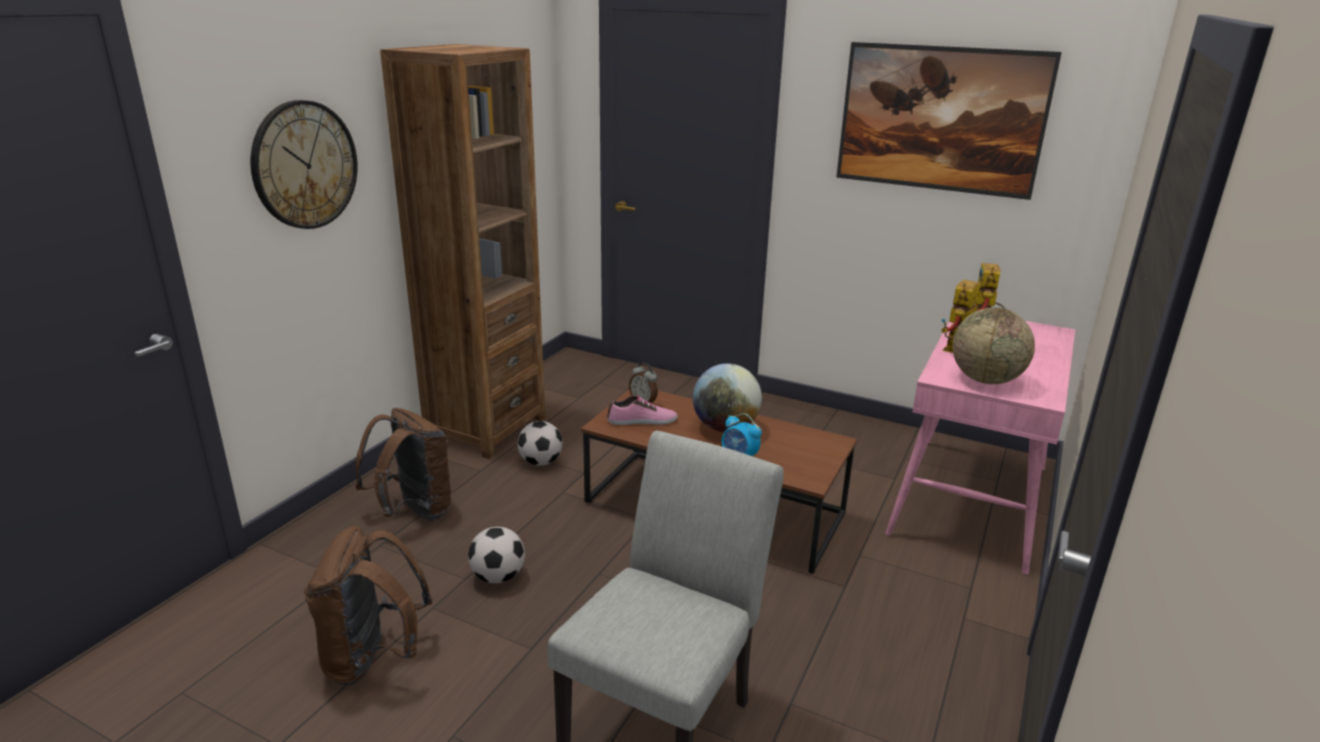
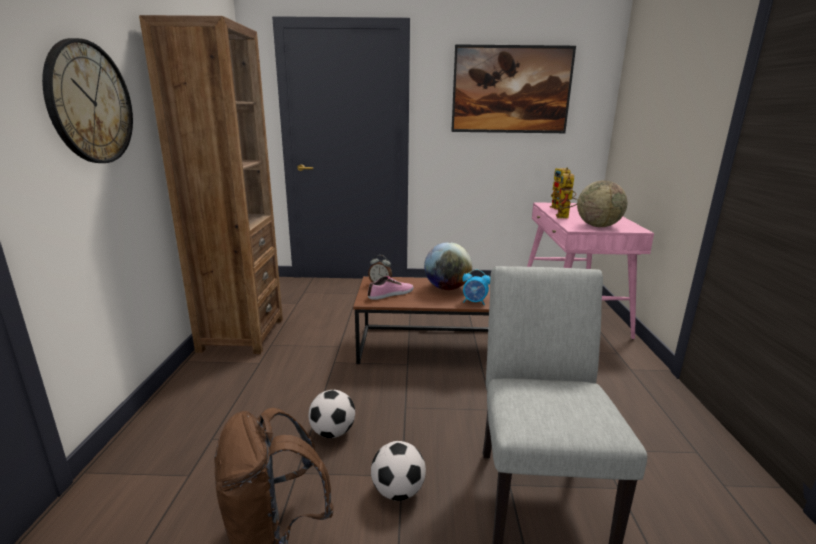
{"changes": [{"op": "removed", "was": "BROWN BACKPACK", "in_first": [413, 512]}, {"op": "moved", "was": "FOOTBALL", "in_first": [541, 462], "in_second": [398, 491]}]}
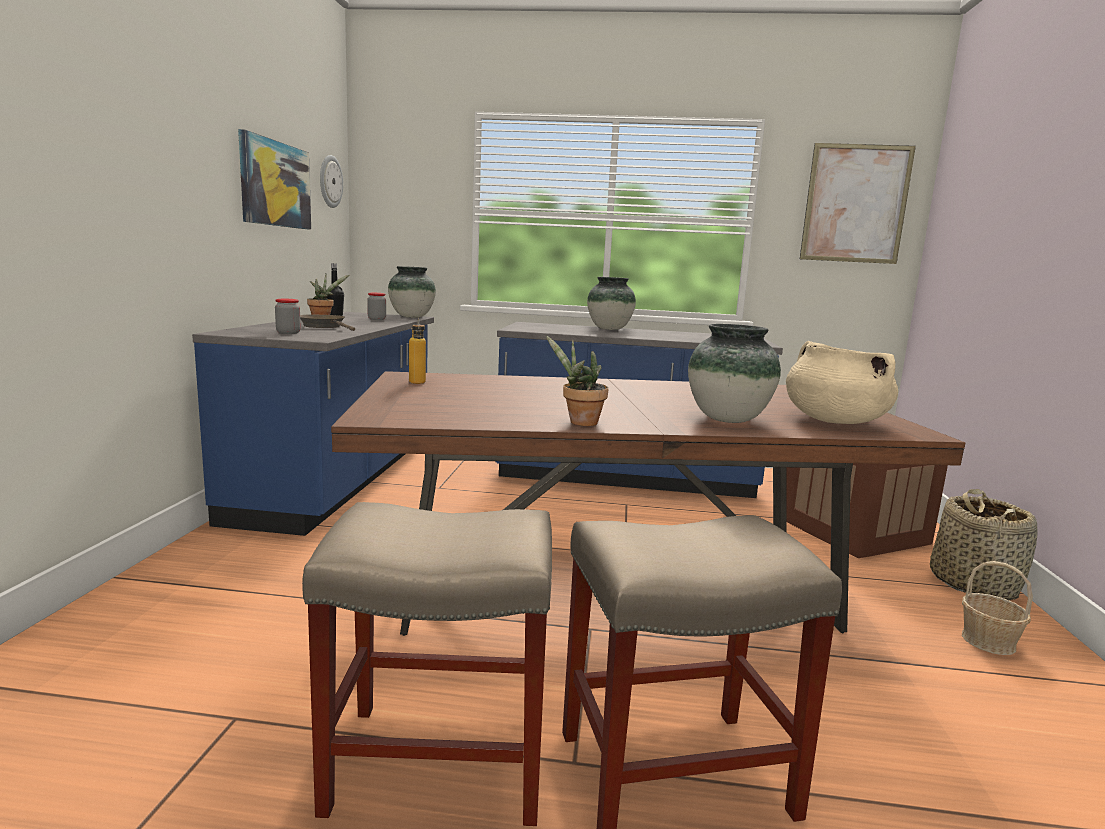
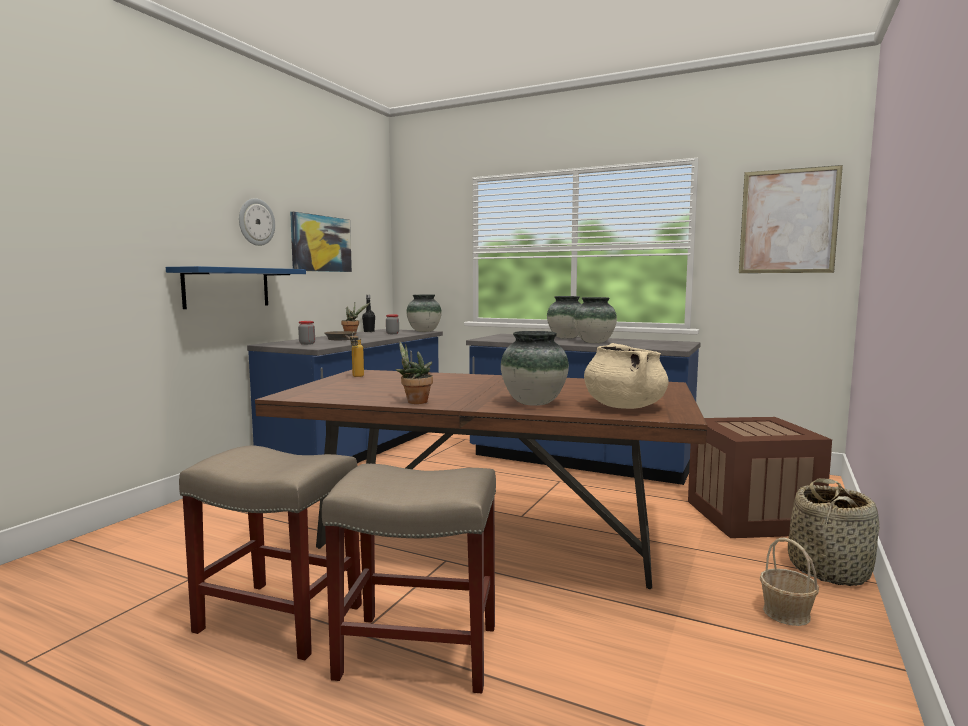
{"changes": [{"op": "added", "now": "BLUE SHELF", "in_second": [227, 287]}, {"op": "added", "now": "VASE", "in_second": [594, 342]}, {"op": "moved", "was": "WALL CLOCK", "in_first": [330, 181], "in_second": [256, 222]}]}
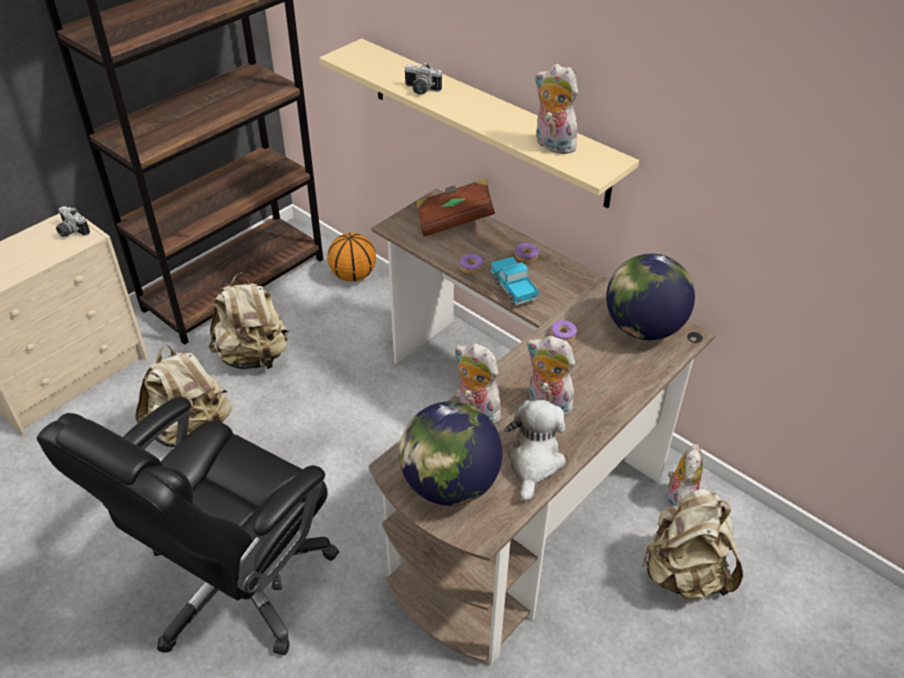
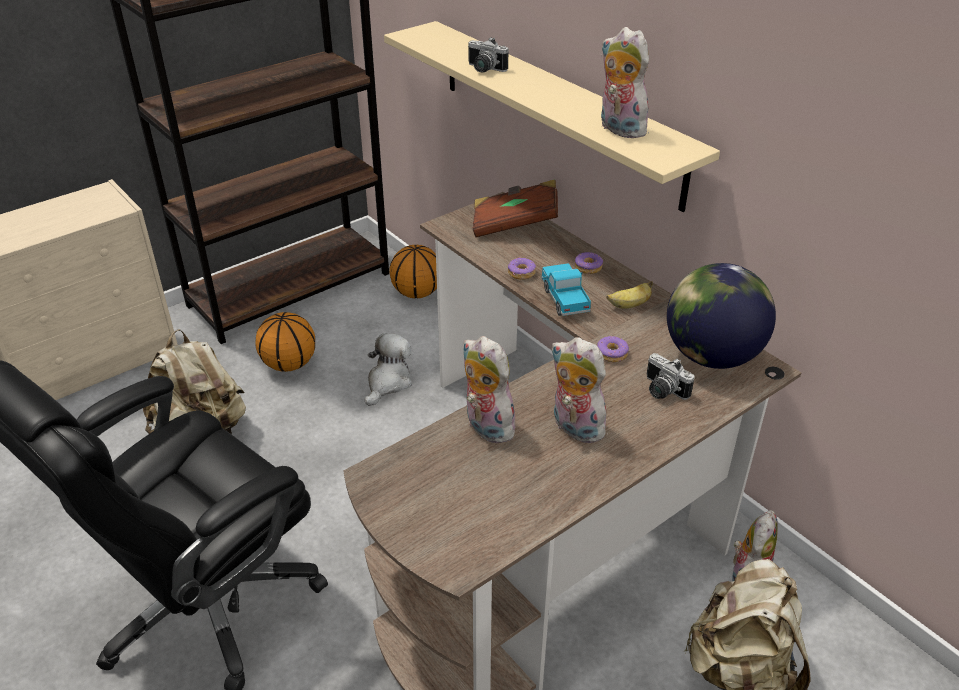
{"changes": [{"op": "removed", "was": "GLOBE", "in_first": [449, 484]}, {"op": "added", "now": "BANANA", "in_second": [629, 305]}, {"op": "moved", "was": "PHOTO CAMERA", "in_first": [71, 231], "in_second": [661, 391]}, {"op": "moved", "was": "PLUSH TOY", "in_first": [533, 462], "in_second": [388, 382]}, {"op": "replaced", "was": "BEIGE BACKPACK", "now": "BASKETBALL", "in_first": [254, 356], "in_second": [290, 364]}]}
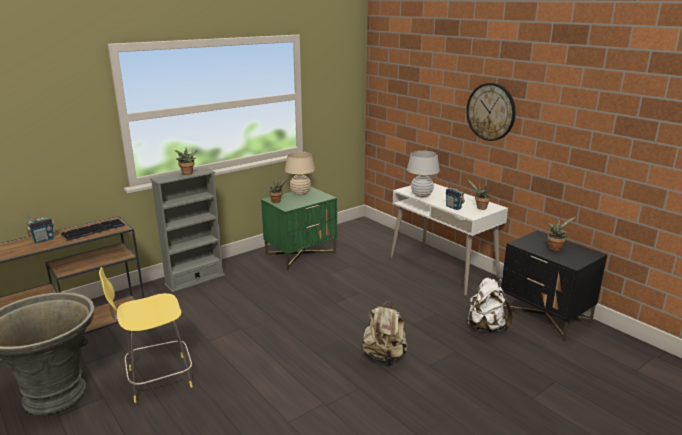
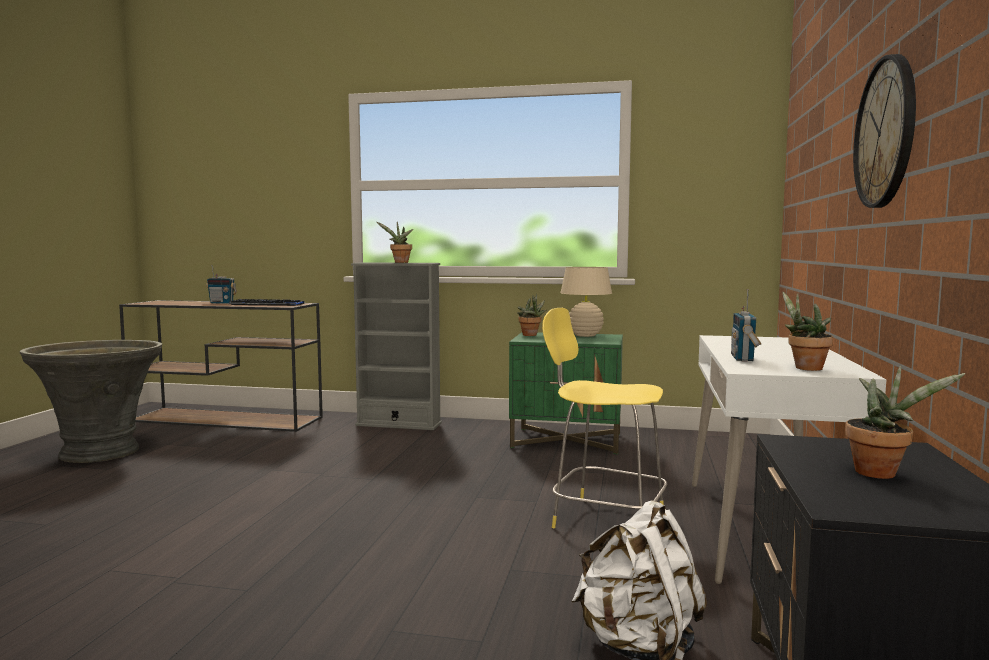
{"changes": [{"op": "removed", "was": "BEIGE BACKPACK", "in_first": [384, 357]}, {"op": "removed", "was": "WHITE TABLE LAMP", "in_first": [421, 195]}, {"op": "moved", "was": "YELLOW STOOL", "in_first": [157, 379], "in_second": [604, 518]}]}
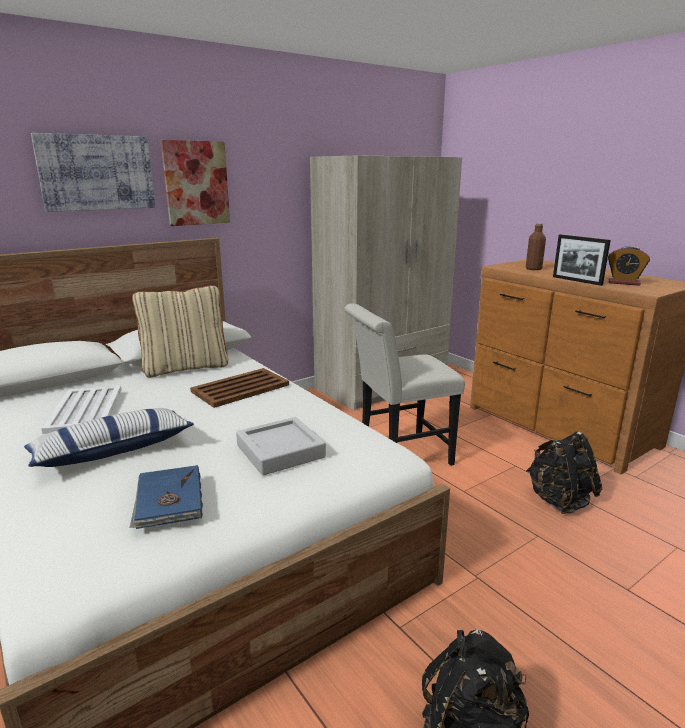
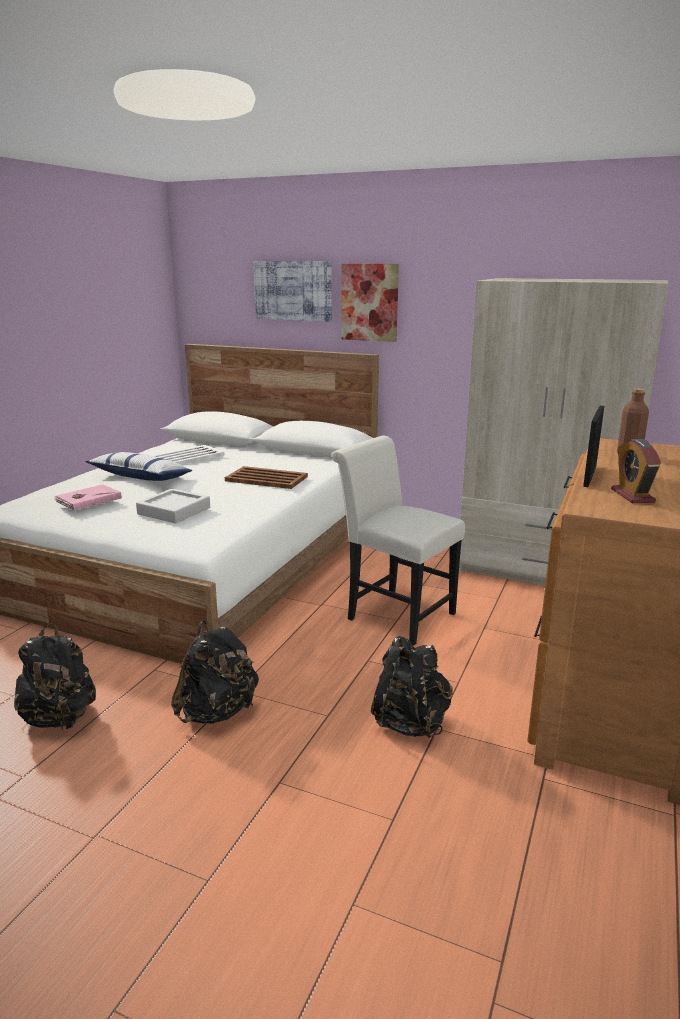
{"changes": [{"op": "removed", "was": "BEIGE PILLOW", "in_first": [186, 367]}, {"op": "added", "now": "BLACK BACKPACK", "in_second": [217, 712]}, {"op": "recoloured", "was": "BLUE BOOK", "now": "PINK BOOK", "in_first": [168, 500], "in_second": [88, 500]}]}
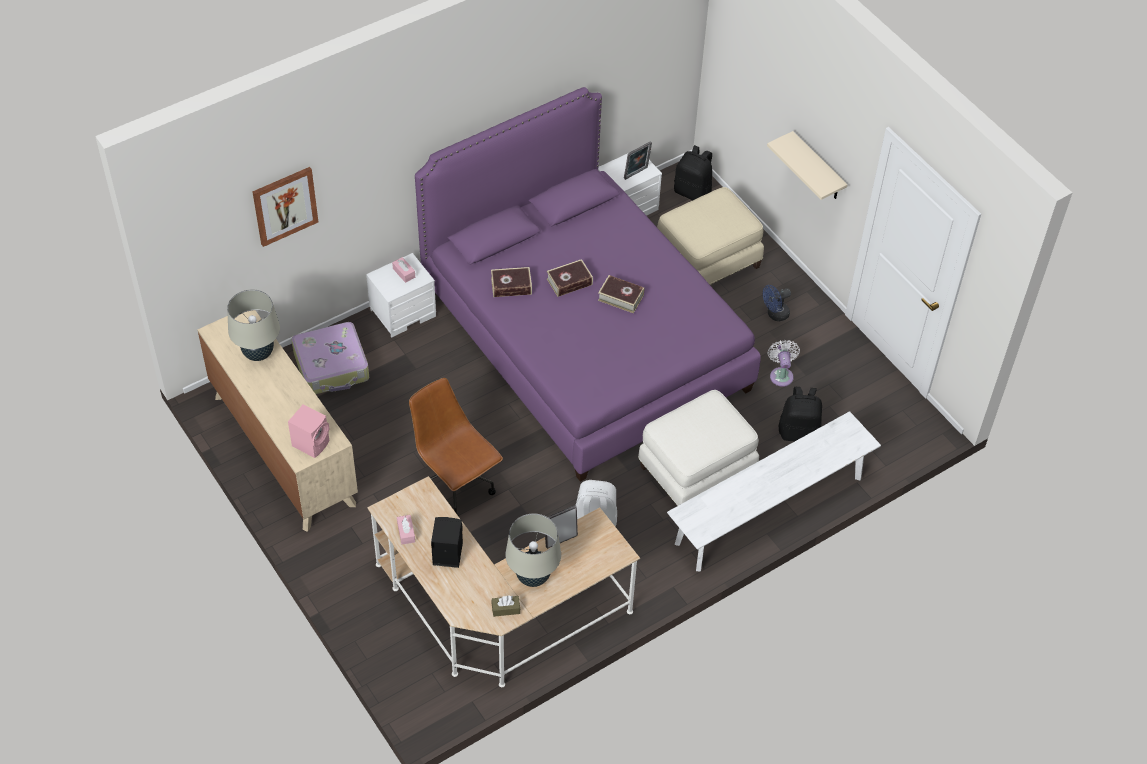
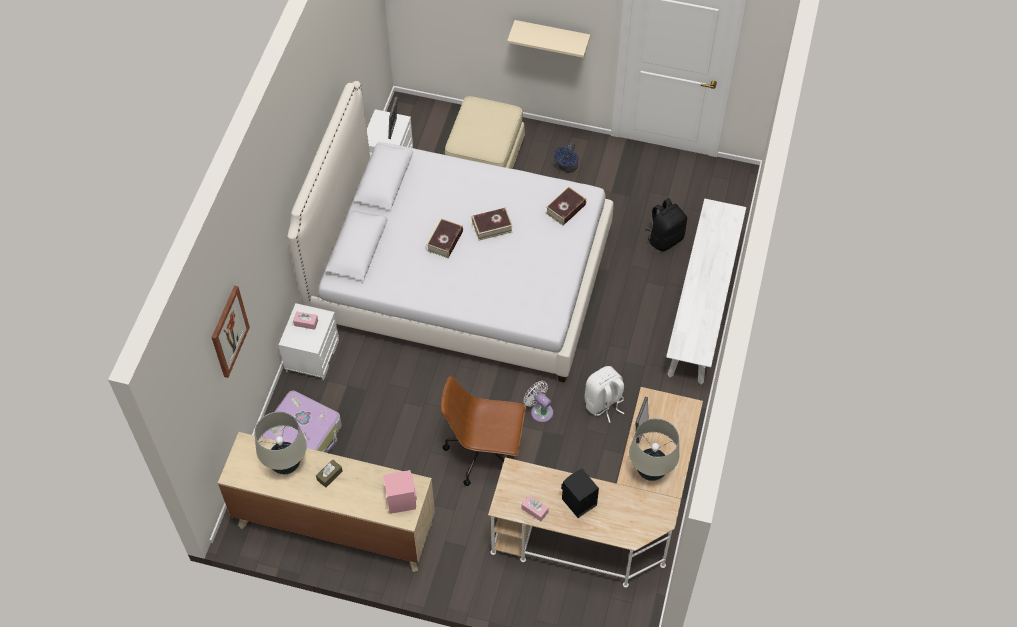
{"changes": [{"op": "removed", "was": "WHITE OTTOMAN", "in_first": [696, 469]}, {"op": "removed", "was": "BLACK BACKPACK", "in_first": [693, 192]}, {"op": "moved", "was": "BOOK", "in_first": [511, 286], "in_second": [565, 209]}, {"op": "moved", "was": "BROWN TISSUE BOX", "in_first": [505, 609], "in_second": [329, 475]}, {"op": "moved", "was": "WHITE FAN", "in_first": [781, 374], "in_second": [540, 411]}, {"op": "recoloured", "was": "PURPLE BED", "now": "WHITE BED", "in_first": [584, 338], "in_second": [460, 278]}]}
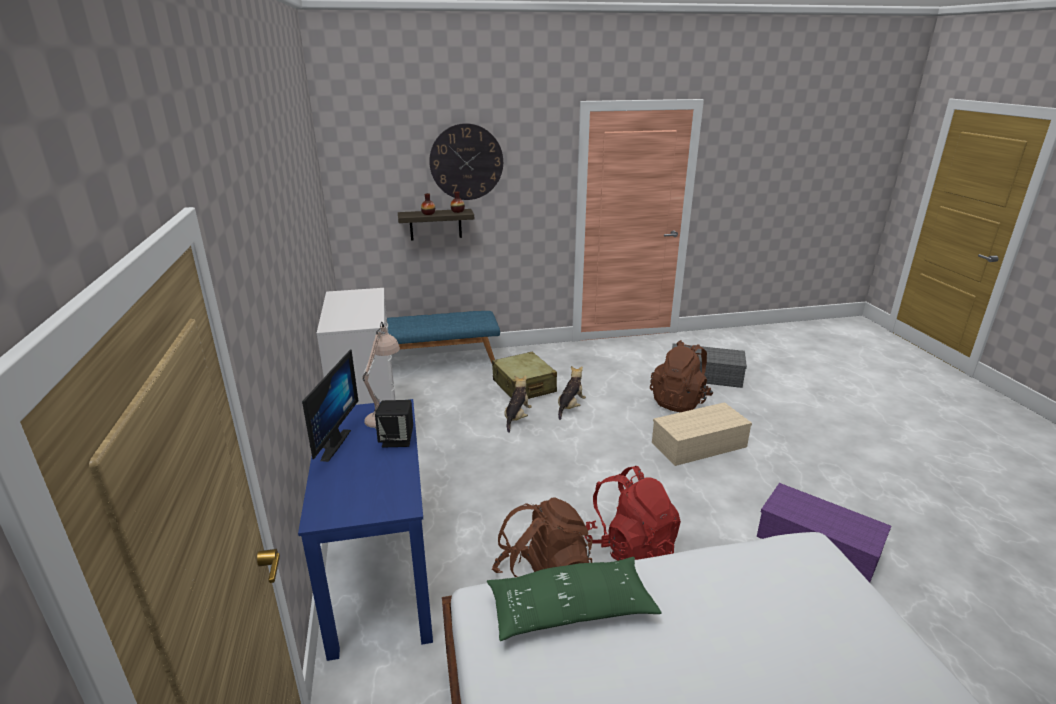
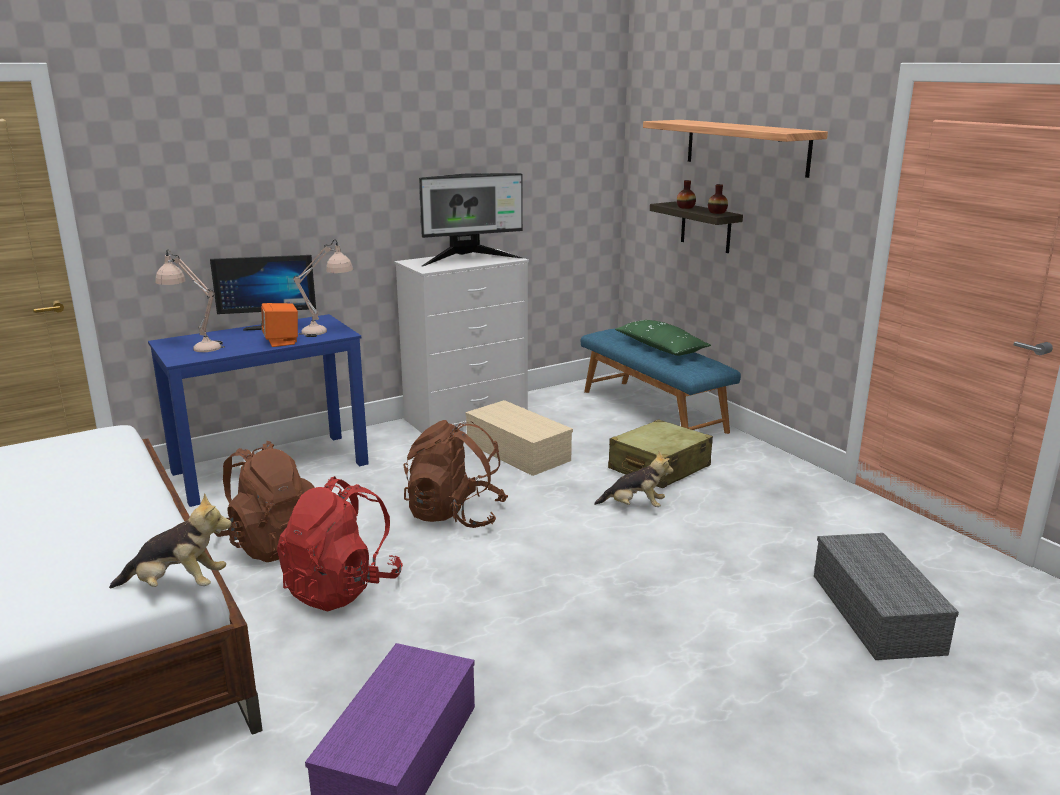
{"changes": [{"op": "added", "now": "BEIGE TABLE LAMP", "in_second": [195, 346]}, {"op": "added", "now": "MONITOR", "in_second": [469, 259]}, {"op": "moved", "was": "GREEN PILLOW", "in_first": [571, 610], "in_second": [660, 348]}, {"op": "moved", "was": "PLUSH TOY", "in_first": [517, 418], "in_second": [177, 585]}, {"op": "moved", "was": "BROWN BACKPACK", "in_first": [679, 402], "in_second": [455, 515]}, {"op": "moved", "was": "BEIGE STORAGE BOX", "in_first": [698, 445], "in_second": [516, 451]}, {"op": "replaced", "was": "WALL CLOCK", "now": "SHELF", "in_first": [466, 162], "in_second": [746, 147]}, {"op": "recoloured", "was": "BLACK SPEAKER", "now": "ORANGE SPEAKER", "in_first": [397, 440], "in_second": [282, 342]}]}
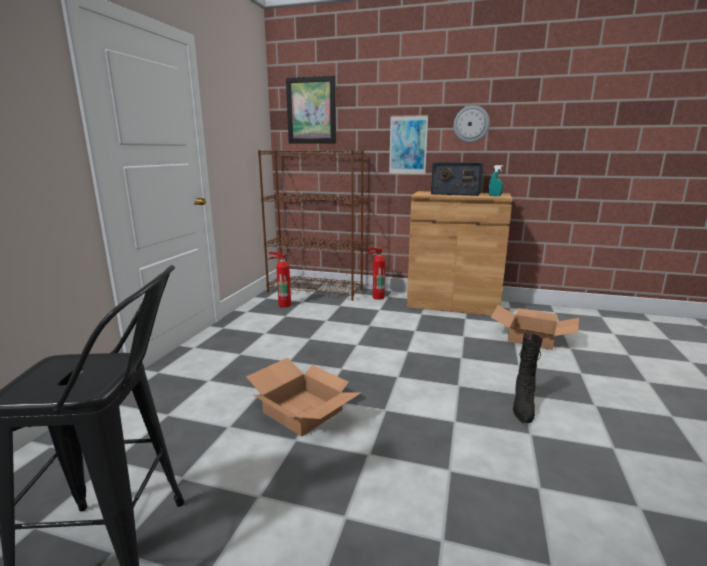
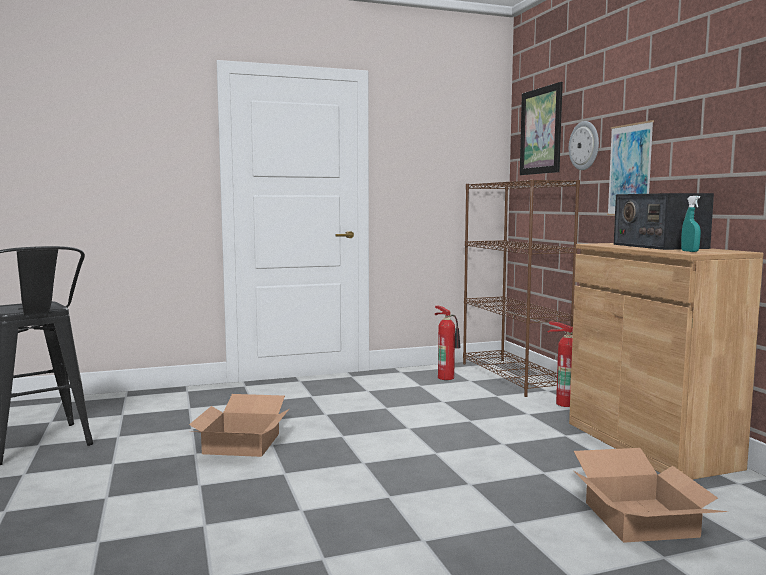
{"changes": [{"op": "removed", "was": "BLACK BOOT", "in_first": [523, 407]}, {"op": "moved", "was": "WALL CLOCK", "in_first": [471, 124], "in_second": [584, 145]}]}
